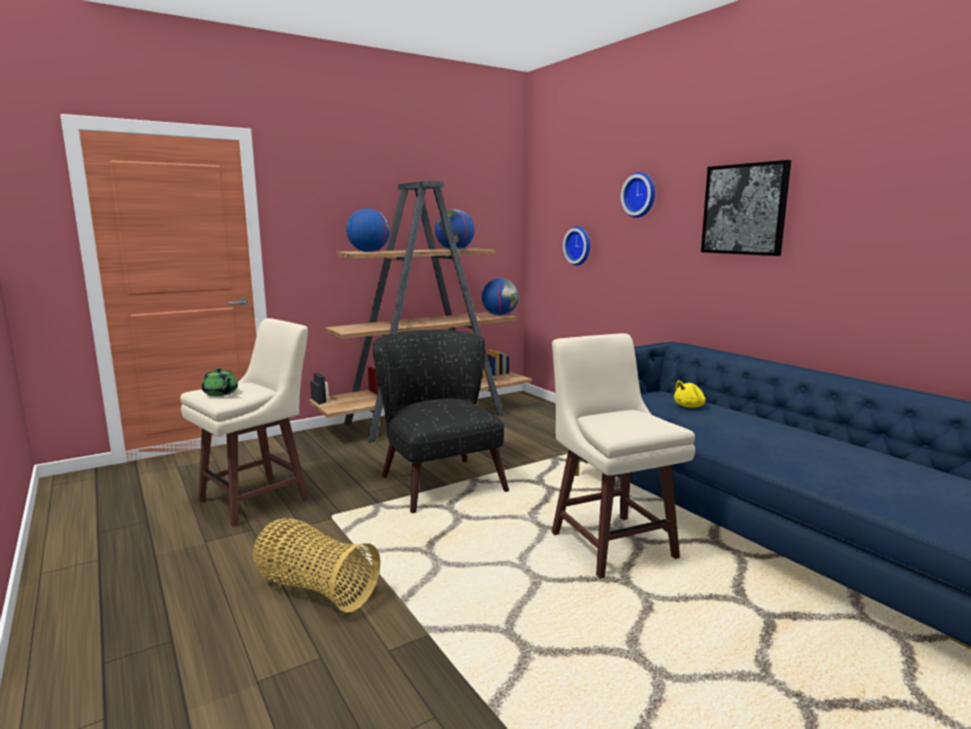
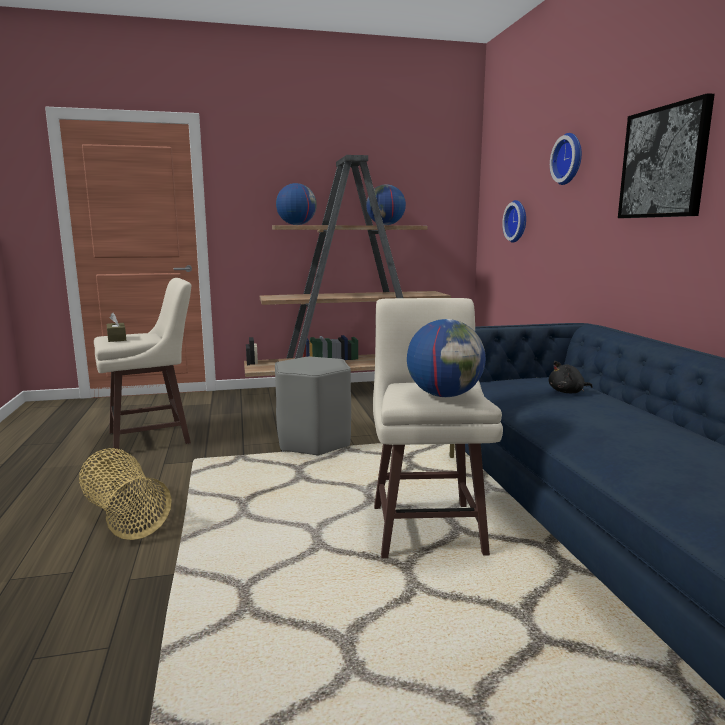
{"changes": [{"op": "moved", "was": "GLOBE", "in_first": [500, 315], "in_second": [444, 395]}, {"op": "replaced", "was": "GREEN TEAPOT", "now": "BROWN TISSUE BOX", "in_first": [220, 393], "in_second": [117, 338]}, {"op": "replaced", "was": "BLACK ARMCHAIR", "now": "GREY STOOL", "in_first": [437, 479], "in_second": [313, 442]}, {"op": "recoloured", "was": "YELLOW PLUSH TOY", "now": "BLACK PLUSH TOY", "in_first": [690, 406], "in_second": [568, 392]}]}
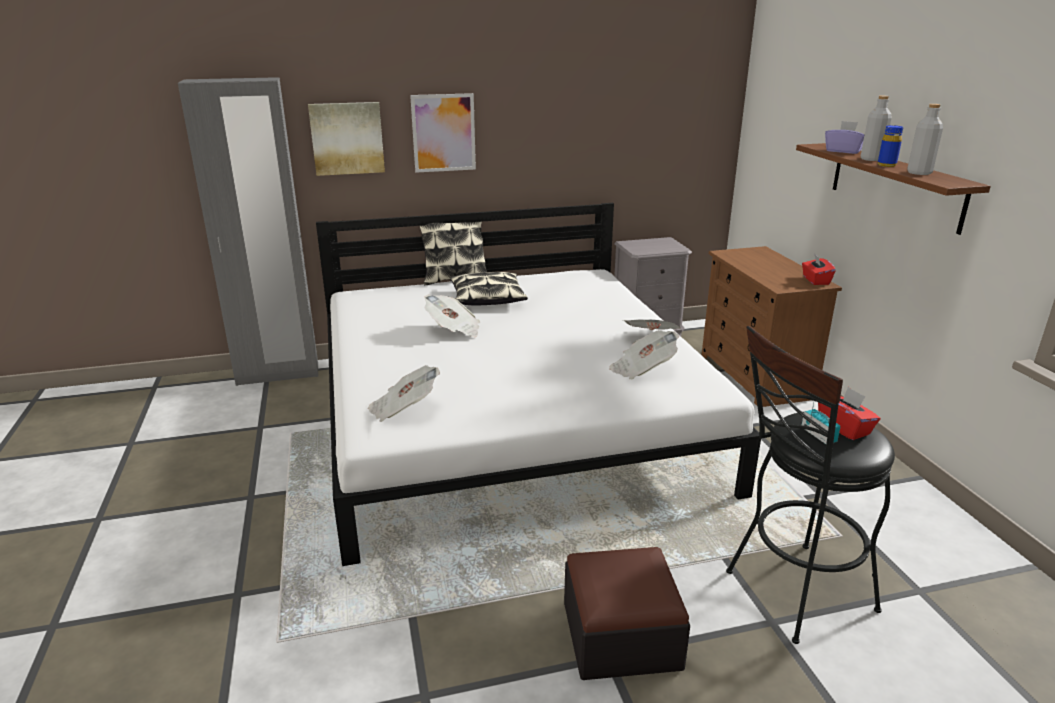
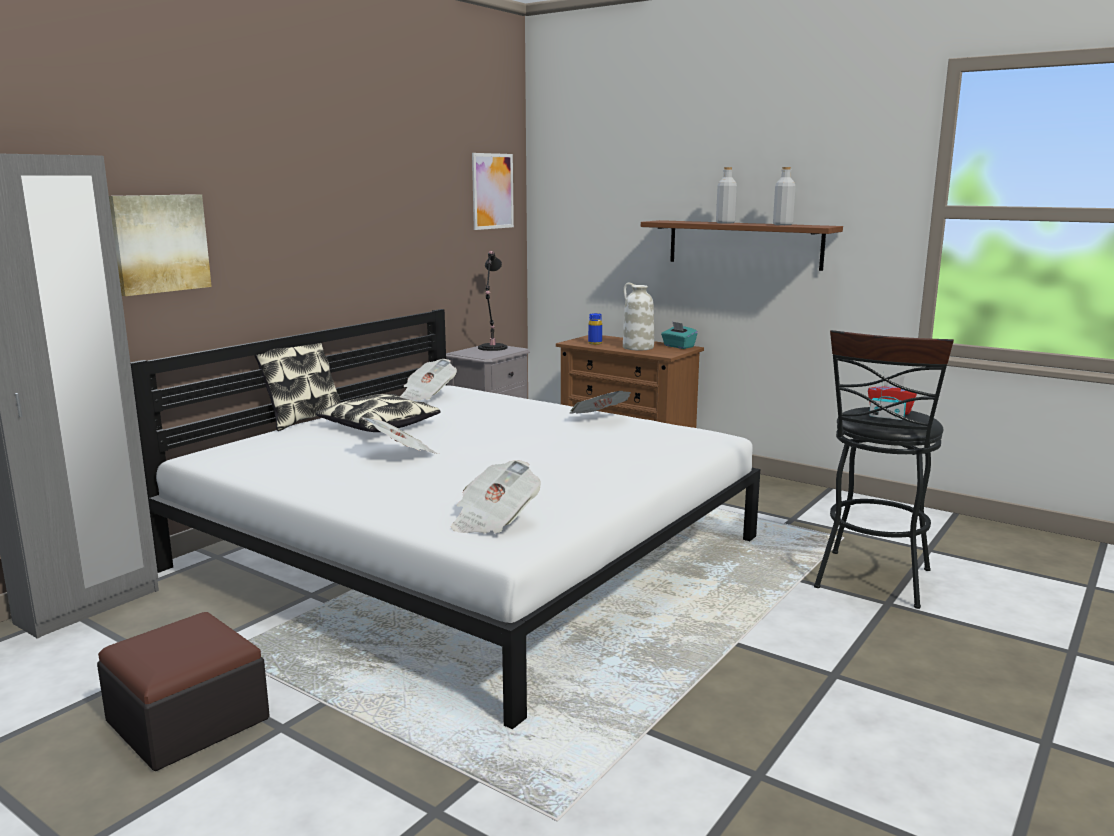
{"changes": [{"op": "removed", "was": "PURPLE TISSUE BOX", "in_first": [843, 151]}, {"op": "added", "now": "BLACK TABLE LAMP", "in_second": [492, 348]}, {"op": "added", "now": "WHITE VASE", "in_second": [637, 347]}, {"op": "moved", "was": "PICTURE", "in_first": [443, 133], "in_second": [492, 191]}, {"op": "moved", "was": "OTTOMAN", "in_first": [621, 635], "in_second": [188, 720]}, {"op": "moved", "was": "NEWSPAPER", "in_first": [642, 370], "in_second": [427, 396]}, {"op": "moved", "was": "BLUE BOTTLE", "in_first": [886, 165], "in_second": [595, 343]}, {"op": "recoloured", "was": "RED TISSUE BOX", "now": "TURQUOISE TISSUE BOX", "in_first": [815, 280], "in_second": [678, 346]}]}
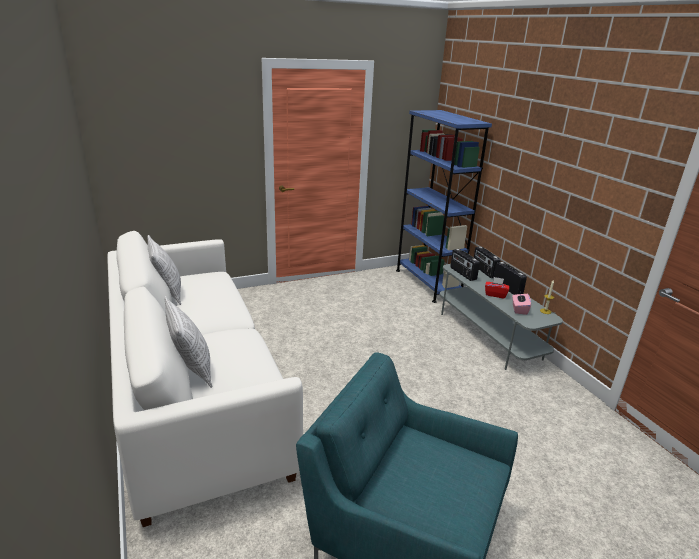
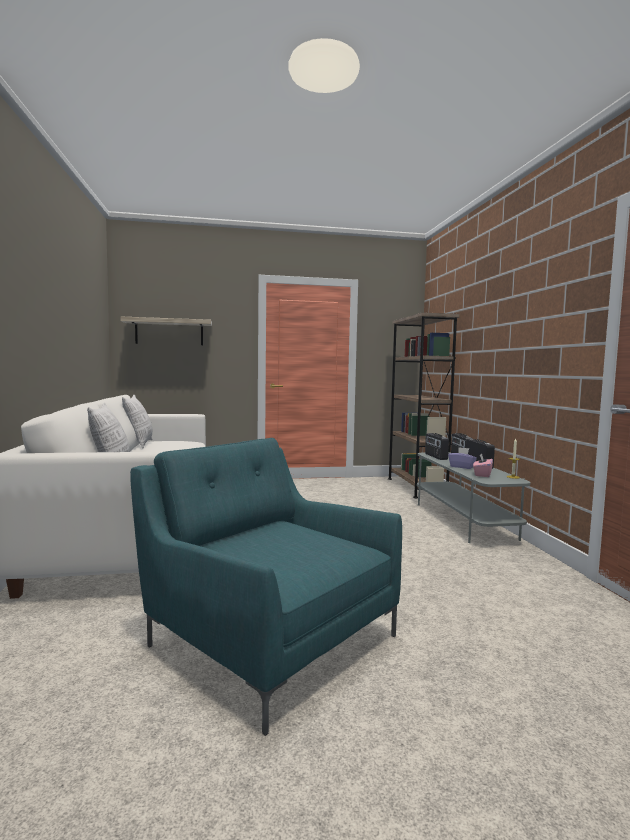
{"changes": [{"op": "added", "now": "SHELF", "in_second": [169, 332]}, {"op": "recoloured", "was": "BLUE BOOKCASE", "now": "BROWN BOOKCASE", "in_first": [427, 283], "in_second": [416, 487]}, {"op": "recoloured", "was": "RED TISSUE BOX", "now": "PURPLE TISSUE BOX", "in_first": [495, 294], "in_second": [462, 467]}]}
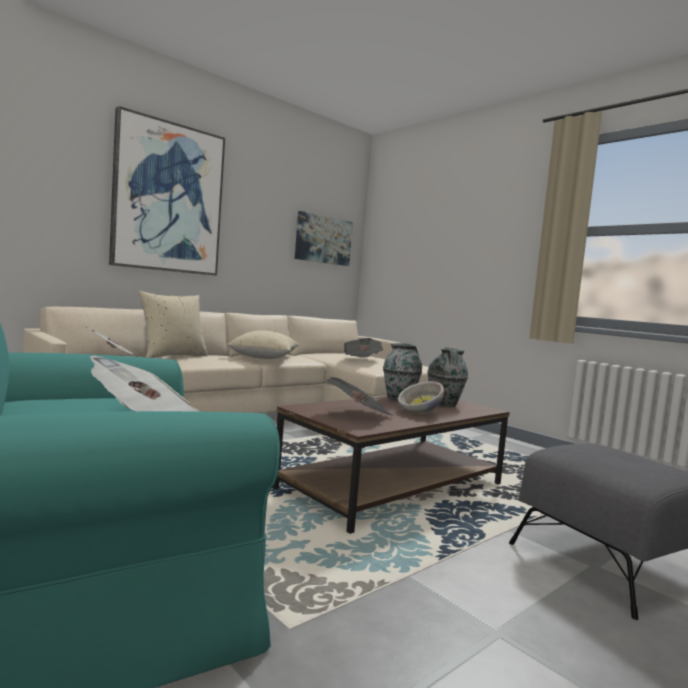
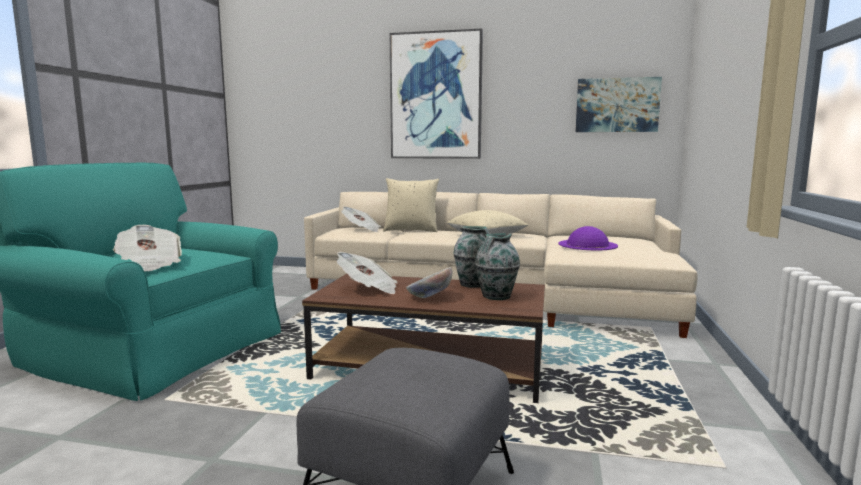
{"changes": [{"op": "replaced", "was": "NEWSPAPER", "now": "PURPLE HAT", "in_first": [361, 359], "in_second": [587, 245]}]}
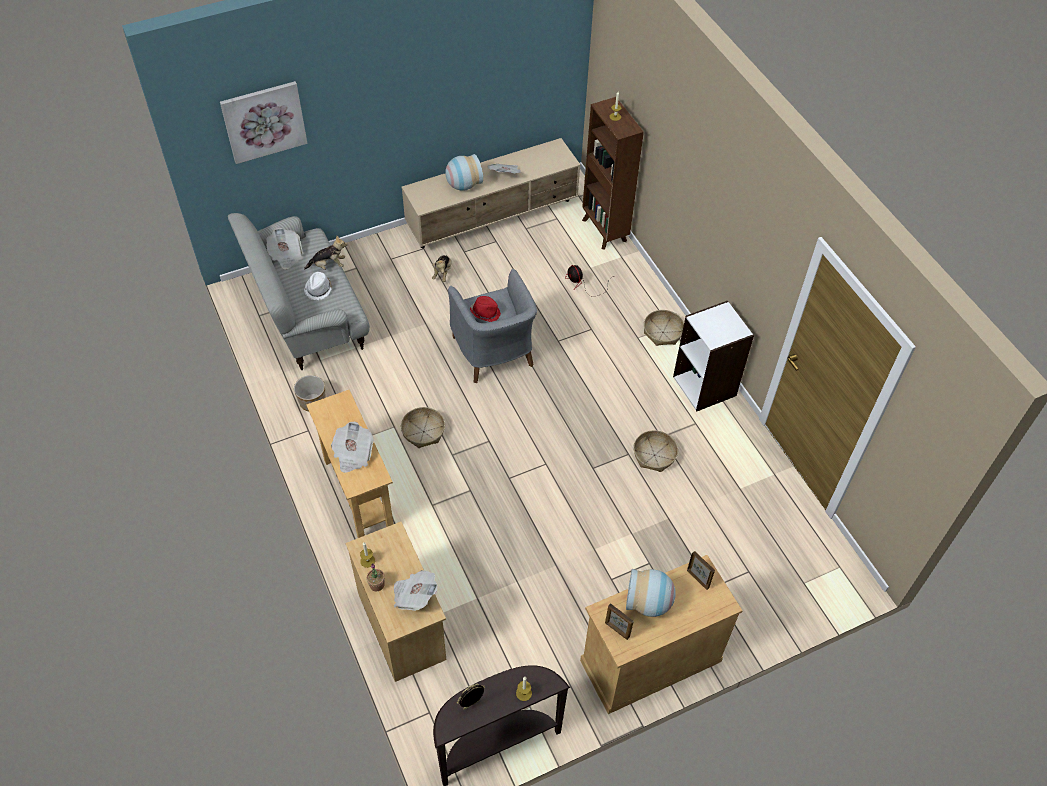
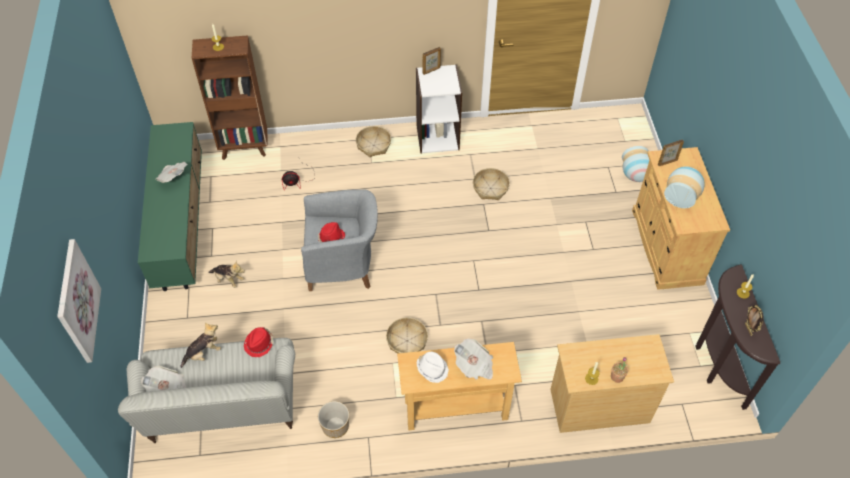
{"changes": [{"op": "removed", "was": "NEWSPAPER", "in_first": [414, 595]}, {"op": "added", "now": "RED HAT", "in_second": [259, 344]}, {"op": "moved", "was": "WHITE HAT", "in_first": [319, 289], "in_second": [432, 369]}, {"op": "moved", "was": "VASE", "in_first": [463, 185], "in_second": [635, 175]}, {"op": "moved", "was": "PICTURE FRAME", "in_first": [617, 630], "in_second": [431, 70]}, {"op": "recoloured", "was": "BEIGE TV STAND", "now": "GREEN TV STAND", "in_first": [493, 217], "in_second": [180, 222]}, {"op": "turned", "was": "PLUSH TOY", "in_first": [328, 265], "in_second": [203, 353], "clockwise": 45}]}
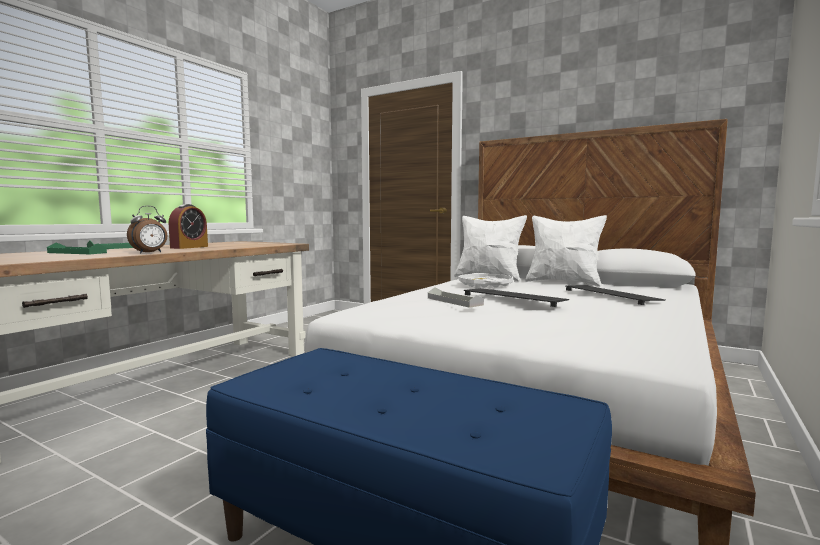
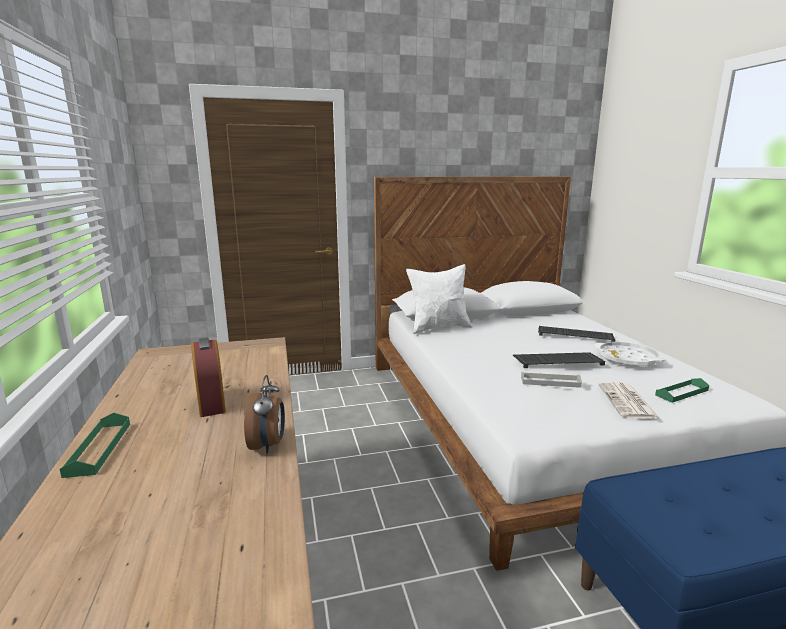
{"changes": [{"op": "removed", "was": "WHITE PILLOW", "in_first": [563, 283]}, {"op": "added", "now": "NEWSPAPER", "in_second": [628, 402]}, {"op": "moved", "was": "GREEN TRAY", "in_first": [77, 253], "in_second": [681, 392]}, {"op": "moved", "was": "WHITE TRAY", "in_first": [485, 285], "in_second": [627, 359]}]}
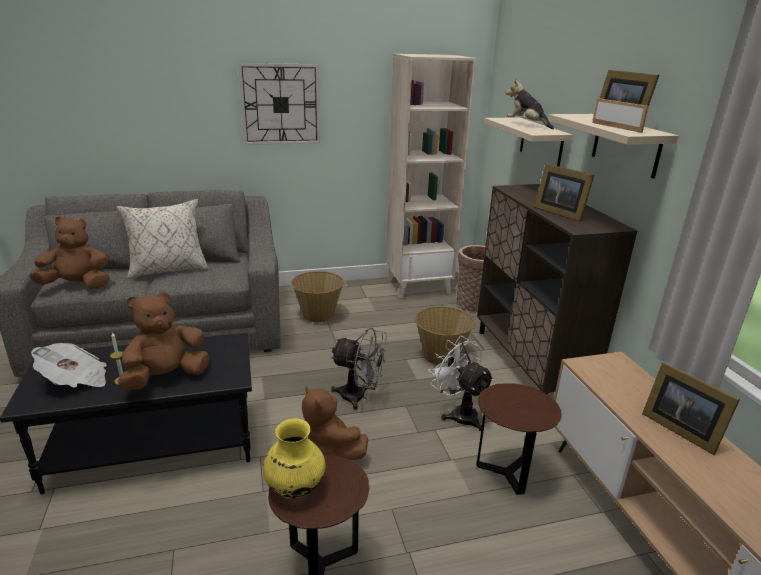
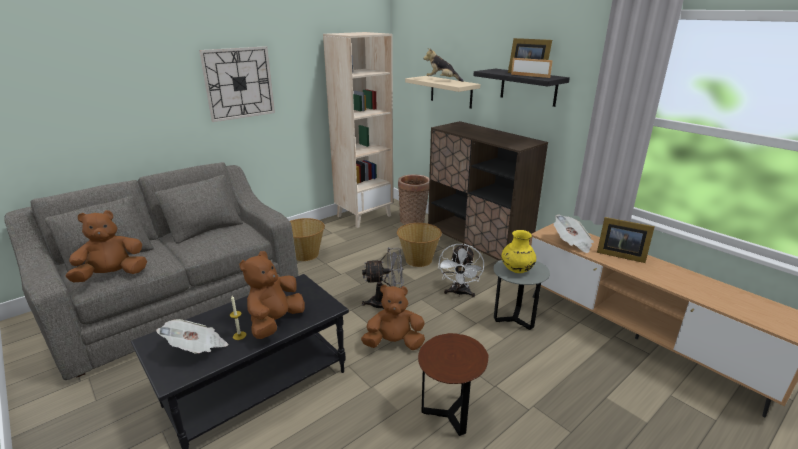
{"changes": [{"op": "removed", "was": "BEIGE PILLOW", "in_first": [168, 270]}, {"op": "removed", "was": "PICTURE FRAME", "in_first": [559, 212]}, {"op": "added", "now": "NEWSPAPER", "in_second": [572, 243]}, {"op": "moved", "was": "YELLOW VASE", "in_first": [295, 487], "in_second": [516, 270]}, {"op": "recoloured", "was": "BROWN SIDE TABLE", "now": "GREY SIDE TABLE", "in_first": [507, 473], "in_second": [514, 319]}, {"op": "recoloured", "was": "BEIGE SHELF", "now": "BLACK SHELF", "in_first": [626, 145], "in_second": [528, 87]}, {"op": "turned", "was": "BROWN PLUSH TOY", "in_first": [330, 449], "in_second": [394, 343], "clockwise": 150}, {"op": "turned", "was": "WHITE FAN", "in_first": [459, 413], "in_second": [459, 293], "clockwise": -105}]}
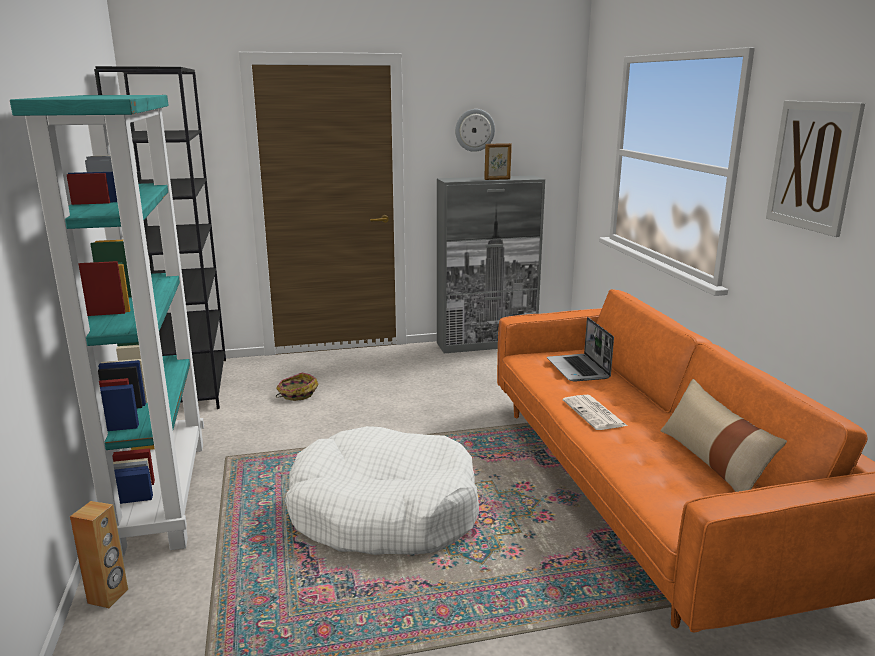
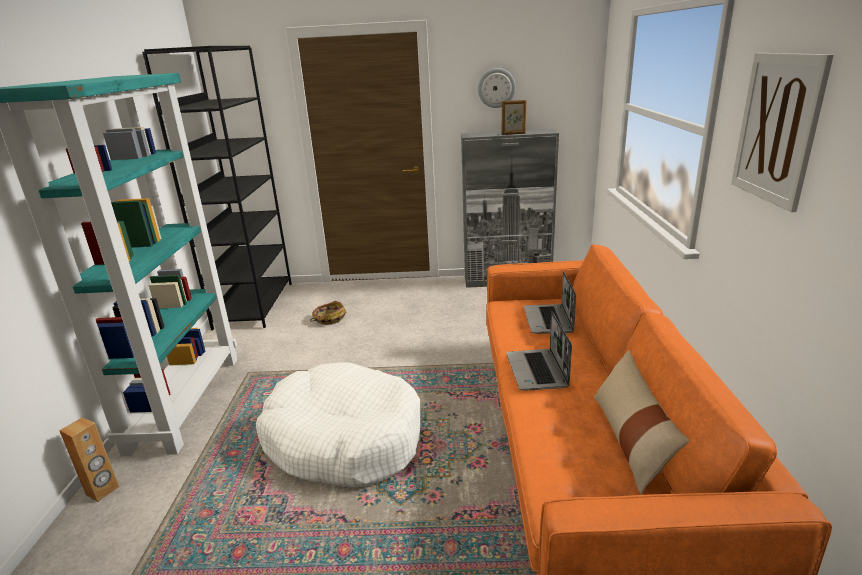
{"changes": [{"op": "replaced", "was": "NEWSPAPER", "now": "LAPTOP", "in_first": [595, 413], "in_second": [537, 371]}]}
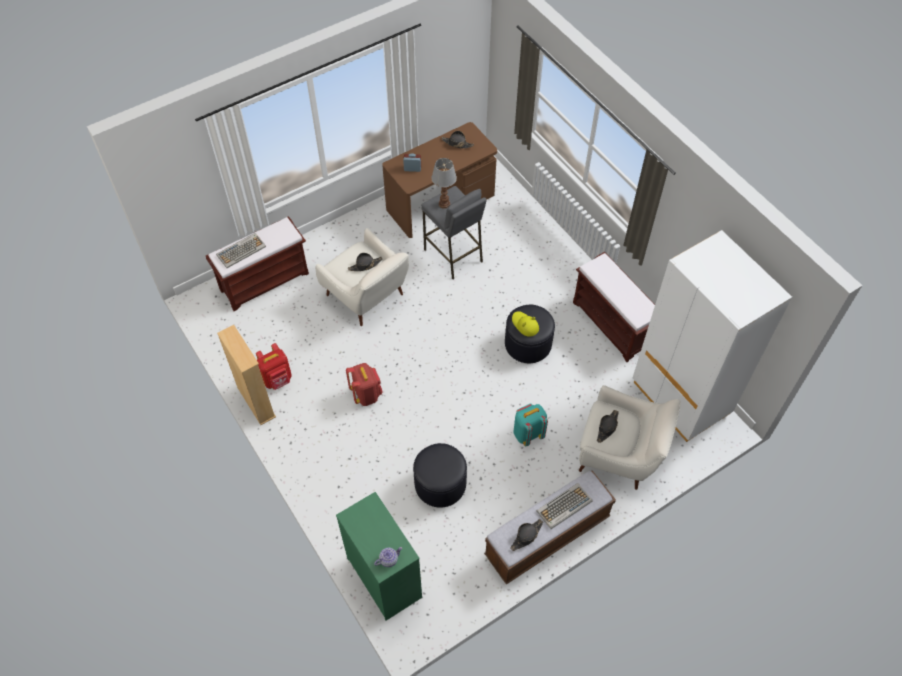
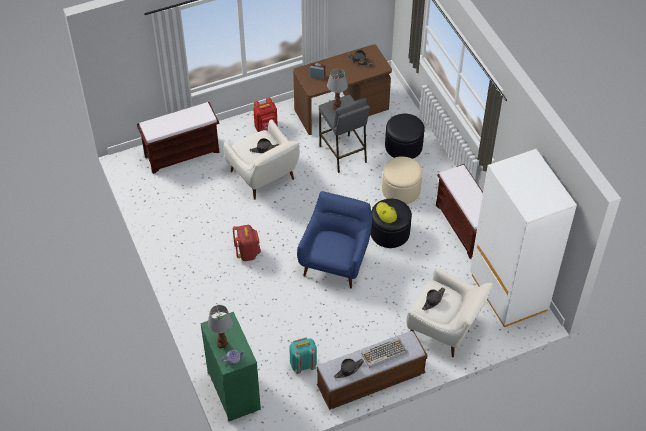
{"changes": [{"op": "removed", "was": "KEYBOARD", "in_first": [241, 250]}, {"op": "removed", "was": "BEIGE BOOKCASE", "in_first": [256, 402]}, {"op": "added", "now": "TABLE LAMP", "in_second": [223, 343]}, {"op": "added", "now": "BLUE ARMCHAIR", "in_second": [335, 261]}, {"op": "added", "now": "BEIGE OTTOMAN", "in_second": [401, 190]}, {"op": "moved", "was": "RED BACKPACK", "in_first": [277, 379], "in_second": [266, 128]}, {"op": "moved", "was": "BLACK OTTOMAN", "in_first": [440, 484], "in_second": [403, 146]}, {"op": "moved", "was": "TURQUOISE BACKPACK", "in_first": [528, 433], "in_second": [303, 364]}]}
